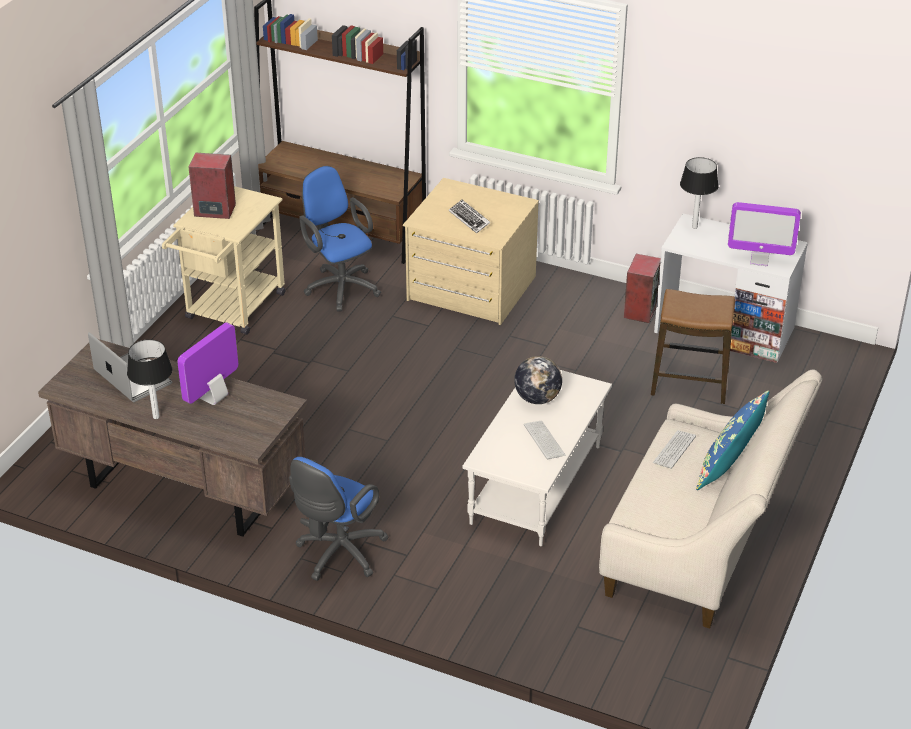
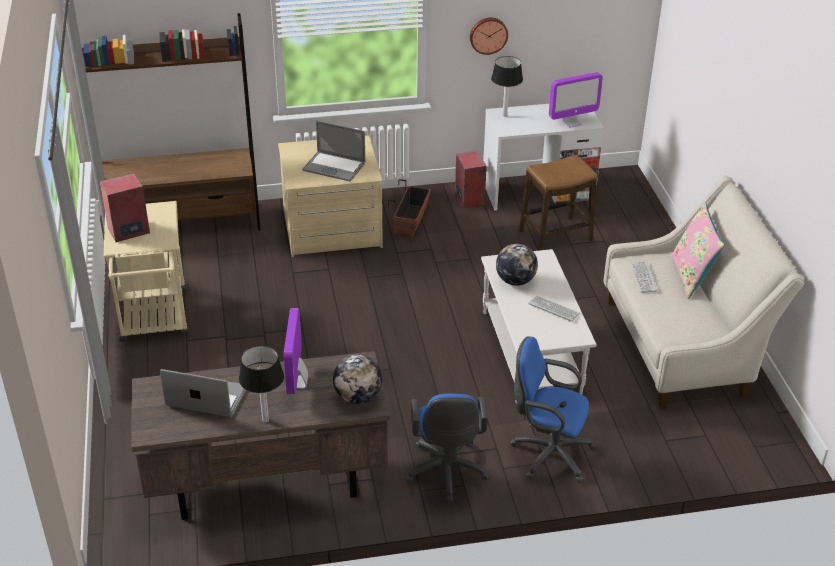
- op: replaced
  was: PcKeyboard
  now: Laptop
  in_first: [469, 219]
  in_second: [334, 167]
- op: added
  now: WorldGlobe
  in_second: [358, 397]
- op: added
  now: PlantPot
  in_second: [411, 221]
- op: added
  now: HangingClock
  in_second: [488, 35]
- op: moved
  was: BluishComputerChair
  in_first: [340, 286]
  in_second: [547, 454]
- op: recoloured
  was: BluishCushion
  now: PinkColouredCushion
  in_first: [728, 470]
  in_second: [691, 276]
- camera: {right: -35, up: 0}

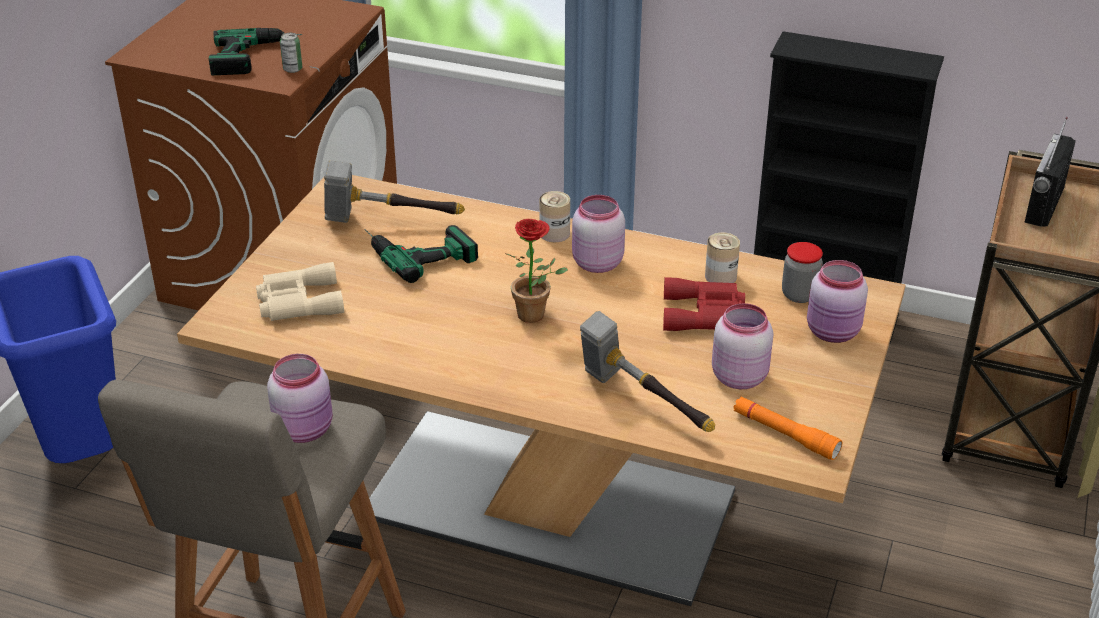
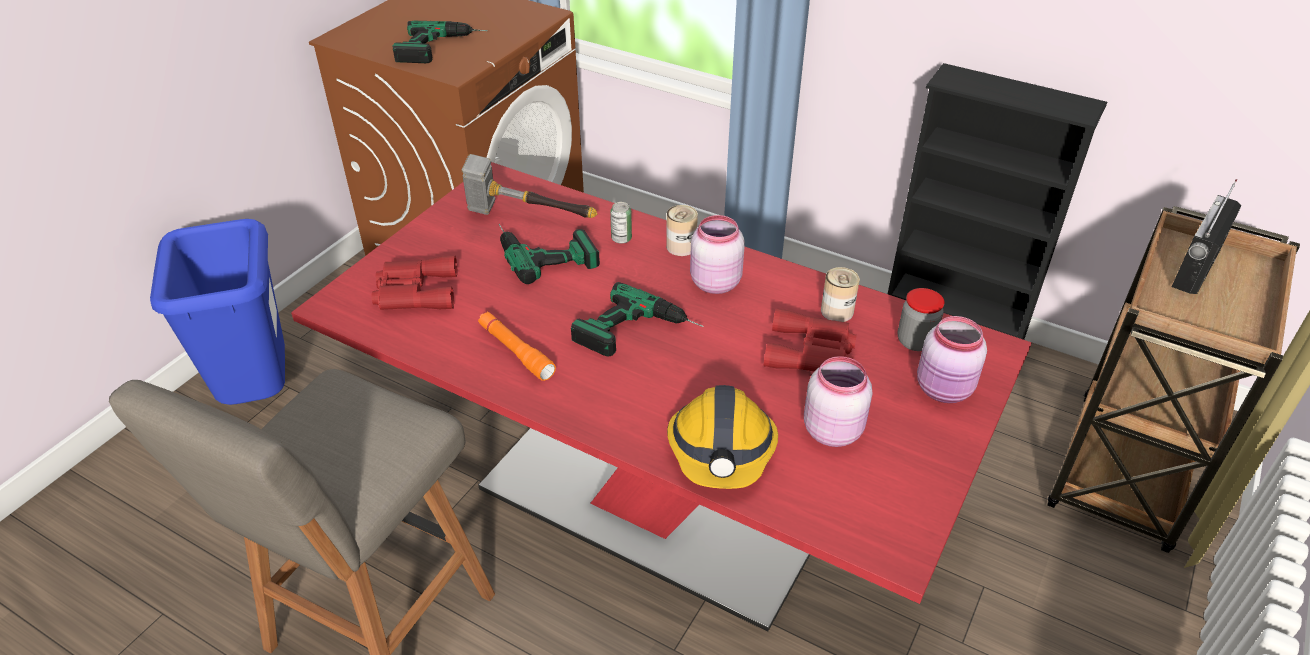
- op: recoloured
  was: BeigeColouredDiningTable
  now: RedColouredDiningTable
  in_first: [549, 506]
  in_second: [654, 501]
- op: recoloured
  was: BeigeColouredFieldGlasses
  now: RedColouredFieldGlasses
  in_first: [297, 302]
  in_second: [414, 292]
- op: moved
  was: OrangeTorch
  in_first: [785, 434]
  in_second: [516, 351]
- op: replaced
  was: Houseplant
  now: PowerDrill
  in_first: [536, 316]
  in_second: [639, 334]
- op: moved
  was: MetalCan
  in_first: [292, 69]
  in_second: [621, 239]
- op: replaced
  was: Hammer
  now: HardHat
  in_first: [642, 404]
  in_second: [722, 450]
- op: removed
  was: PinkColouredJar
  in_first: [306, 429]
- camera: {right: 10, up: 5}

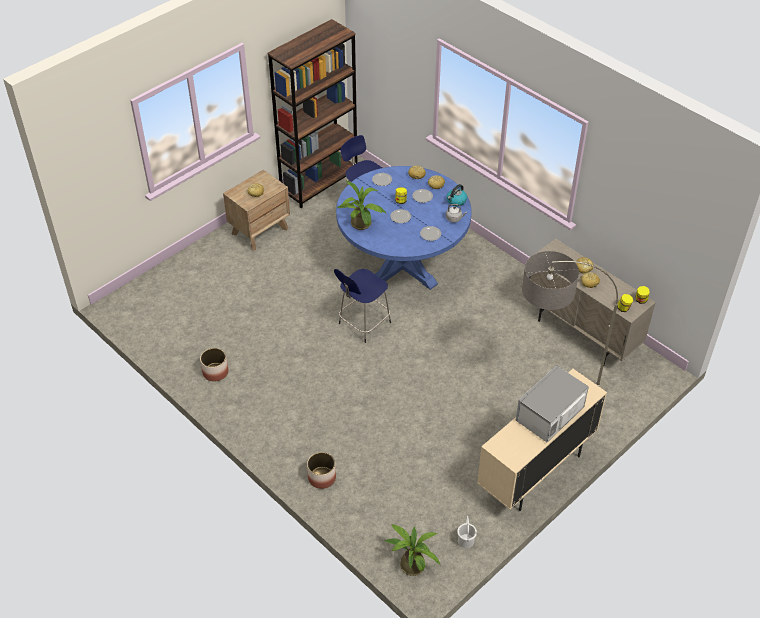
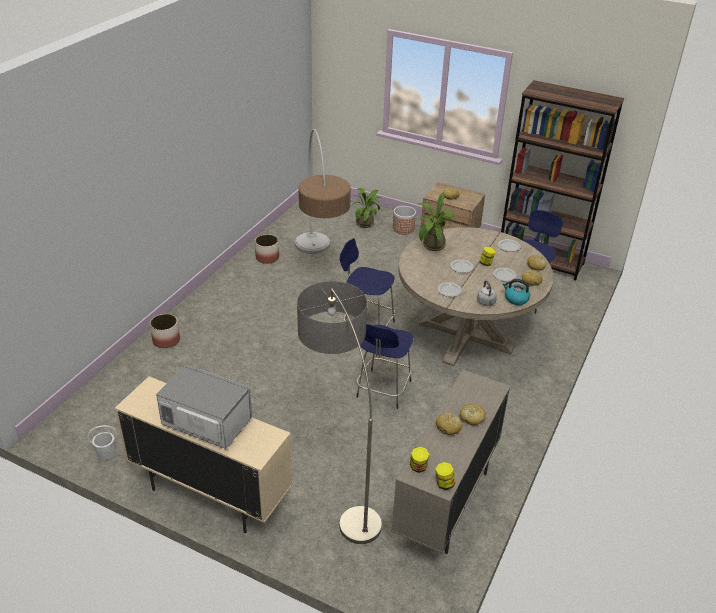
- op: added
  now: StandardLamp
  in_second: [319, 271]
- op: moved
  was: Houseplant
  in_first: [411, 563]
  in_second: [366, 223]
- op: added
  now: BluishStoolSeat
  in_second: [383, 390]
- op: added
  now: PlantPot
  in_second: [403, 228]
- op: recoloured
  was: BluishDiningTable
  now: BeigeColouredDiningTable
  in_first: [402, 264]
  in_second: [466, 335]
- camera: {right: 70, up: -10}

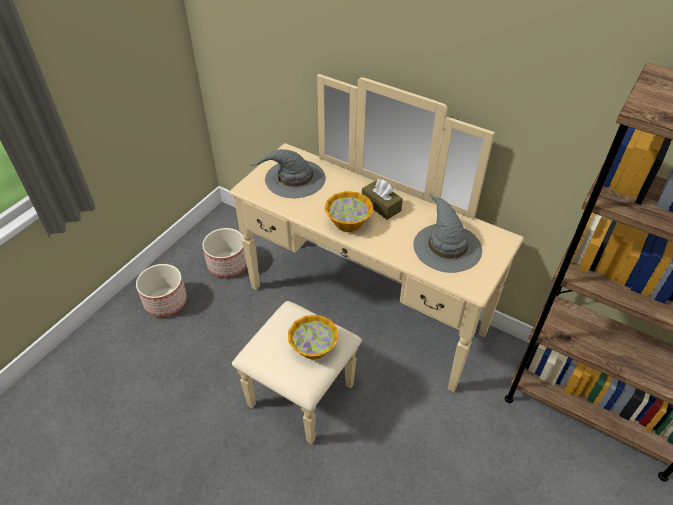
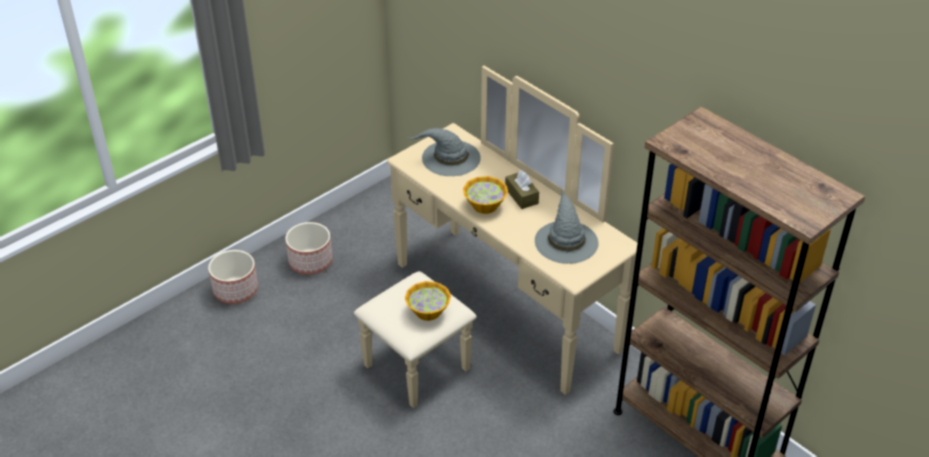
- op: moved
  was: PlantPot
  in_first: [228, 264]
  in_second: [236, 290]
- camera: {right: 15, up: -5}

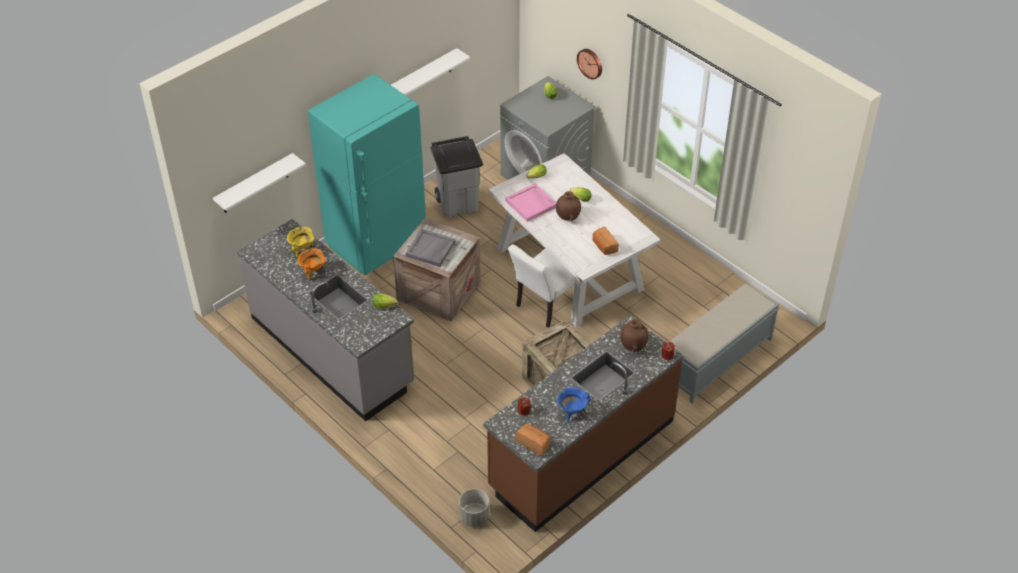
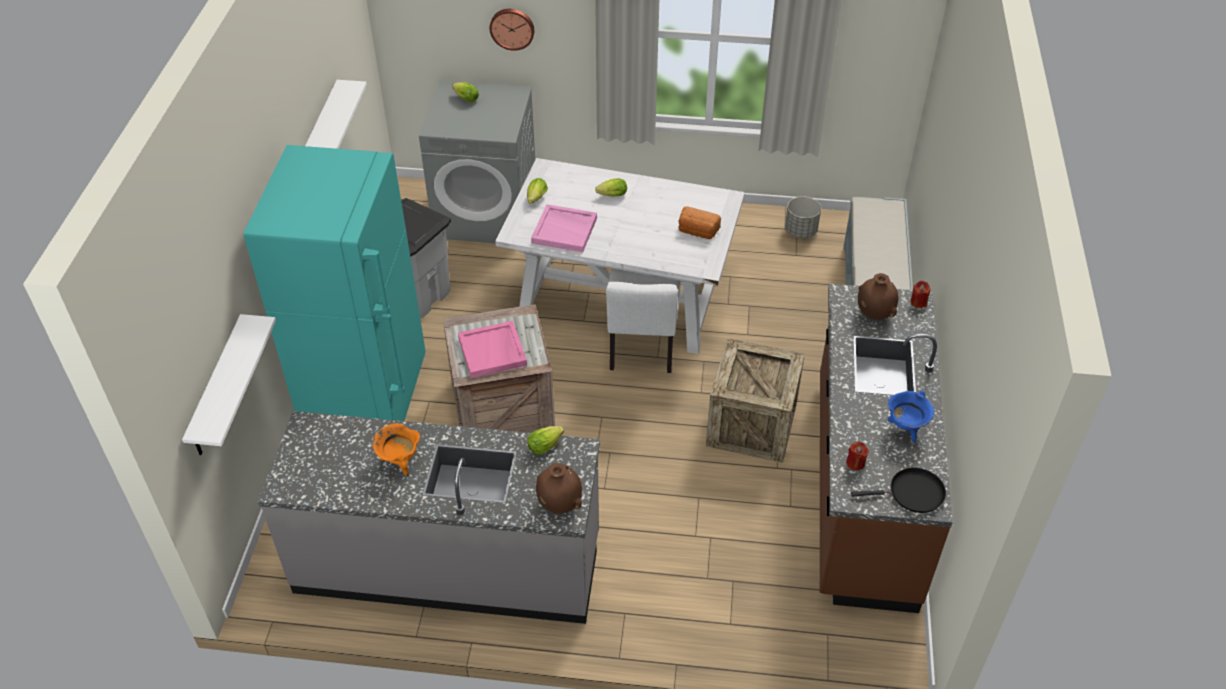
- op: recoloured
  was: GreyishTray
  now: PinkColouredTray
  in_first: [430, 250]
  in_second: [493, 351]
- op: moved
  was: BrownDecorativeVase
  in_first: [568, 217]
  in_second: [559, 504]
- op: moved
  was: GreyishPlantPot
  in_first: [474, 517]
  in_second: [800, 231]
- op: replaced
  was: BakeryBread
  now: BlackSkillet
  in_first: [534, 443]
  in_second: [912, 493]
- op: removed
  was: YellowColouredStockpot
  in_first: [302, 249]
- camera: {right: -40, up: 0}

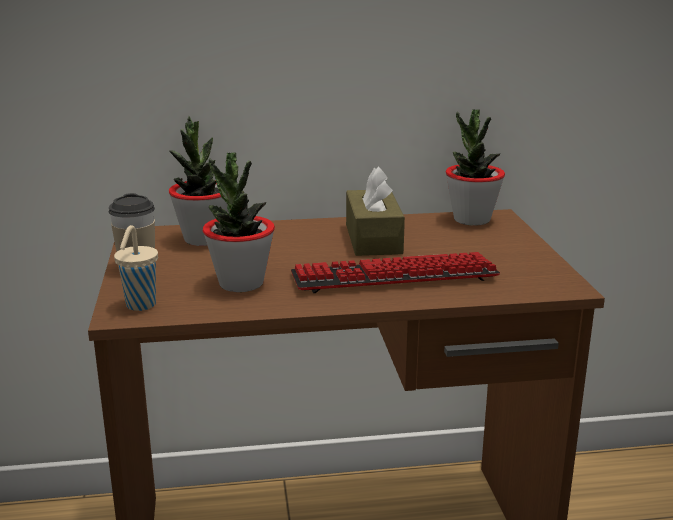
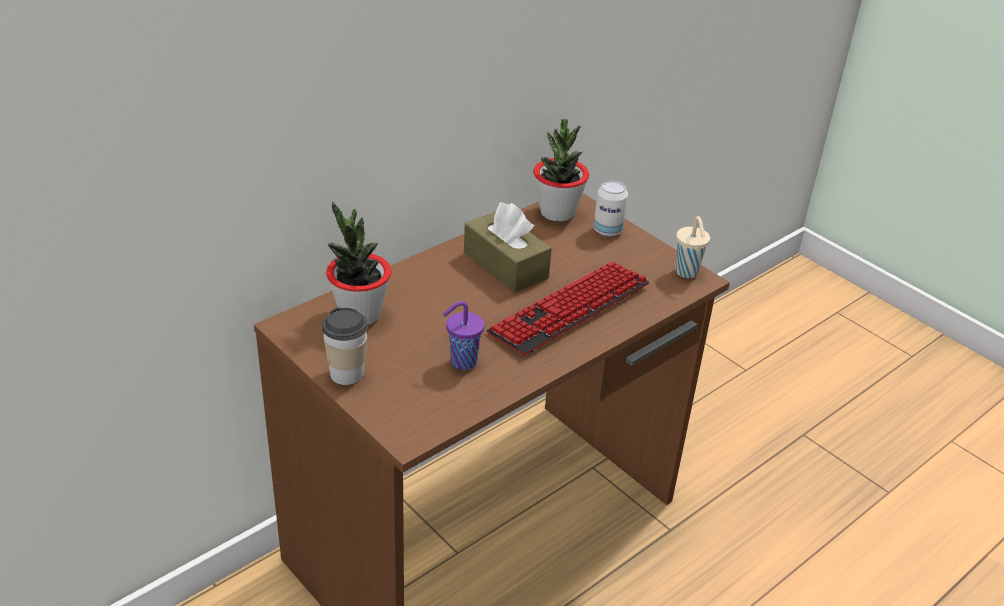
- op: replaced
  was: Houseplant
  now: PurplishDrinkingCup
  in_first: [241, 284]
  in_second: [462, 362]
- op: added
  now: MetalCan
  in_second: [607, 230]
- op: moved
  was: BeigeColouredDrinkingCup
  in_first: [140, 306]
  in_second: [687, 273]
- camera: {right: -35, up: 15}

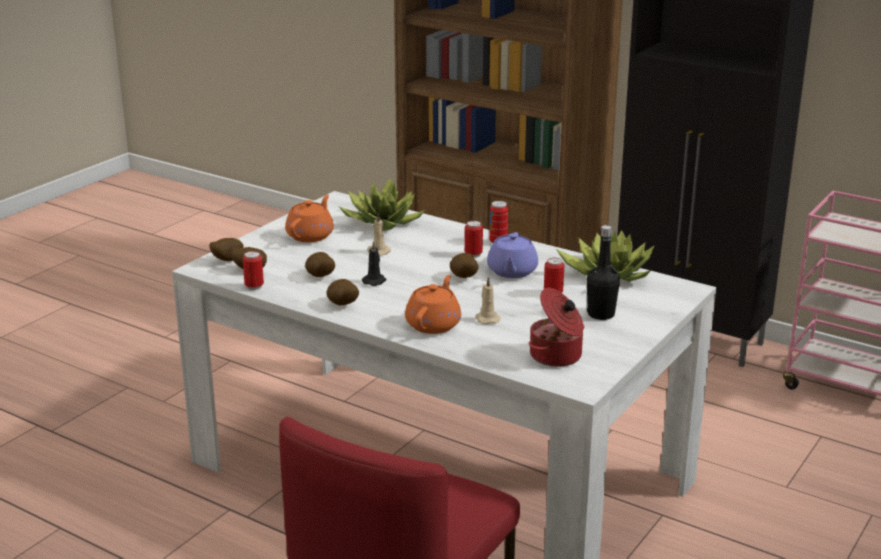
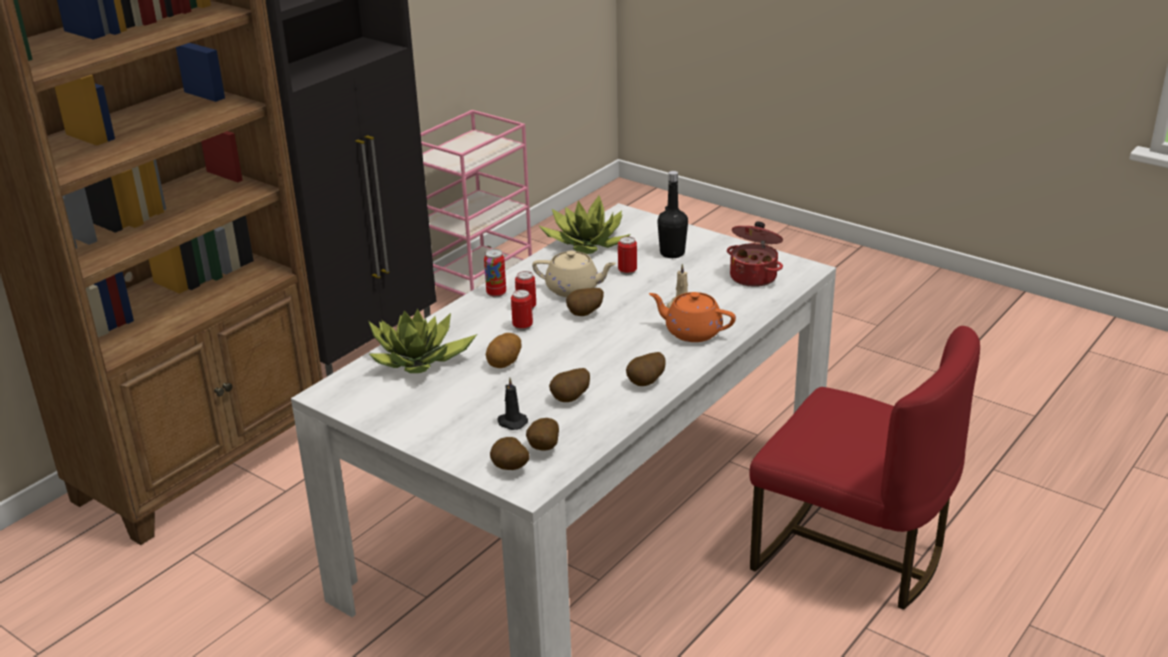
- op: replaced
  was: BeigeColouredCandle
  now: Spud
  in_first: [378, 251]
  in_second: [505, 363]
- op: moved
  was: BlackCandle
  in_first: [375, 281]
  in_second: [511, 422]
- op: moved
  was: MetalCan
  in_first: [254, 287]
  in_second: [522, 327]
- op: recoloured
  was: PurplishPotForTea
  now: BeigeColouredPotForTea
  in_first: [512, 272]
  in_second: [574, 289]
- op: removed
  was: OrangePotForTea
  in_first: [311, 235]
- camera: {right: -85, up: 5}

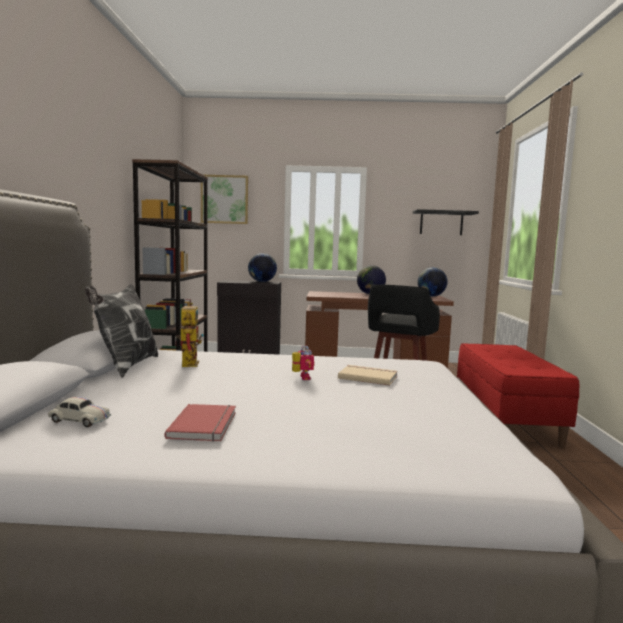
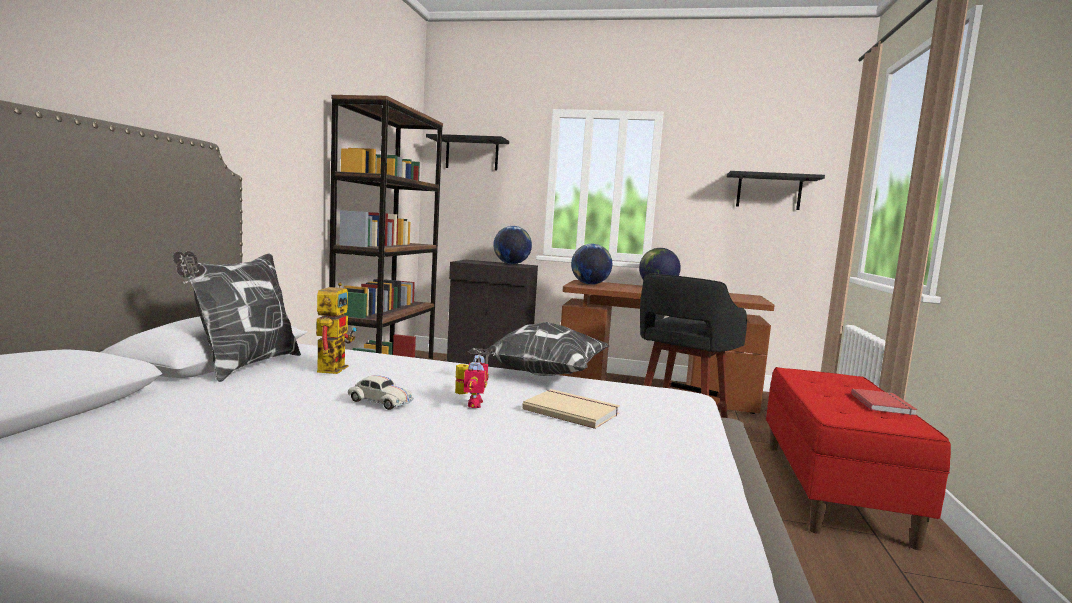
- op: moved
  was: WhiteColouredModelCar
  in_first: [80, 420]
  in_second: [380, 402]
- op: replaced
  was: WallArt
  now: BlackShelf
  in_first: [224, 199]
  in_second: [472, 154]
- op: added
  now: Cushion
  in_second: [540, 375]
- op: moved
  was: WorldGlobe
  in_first: [431, 296]
  in_second: [590, 284]
- op: moved
  was: RedColouredBook
  in_first: [205, 425]
  in_second: [884, 404]
- camera: {right: 10, up: 0}

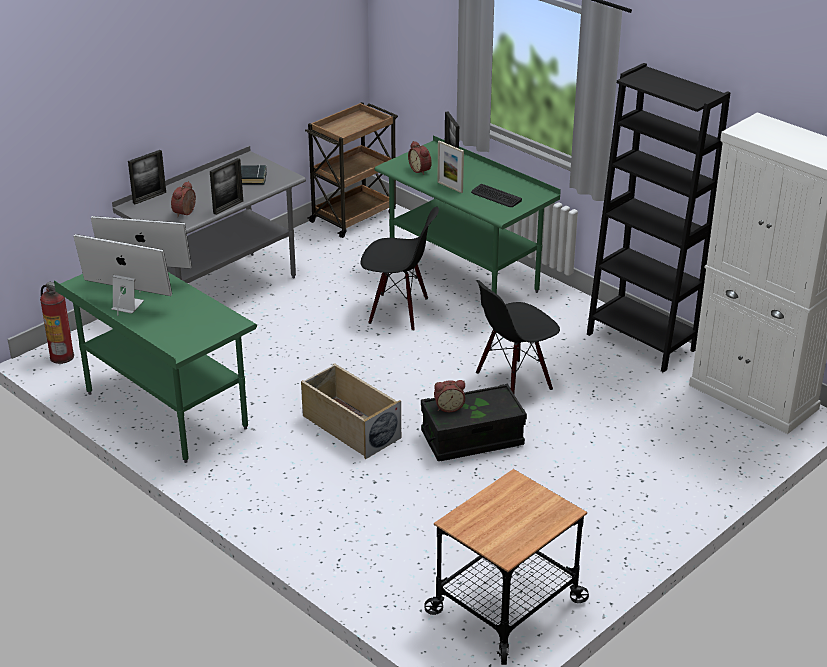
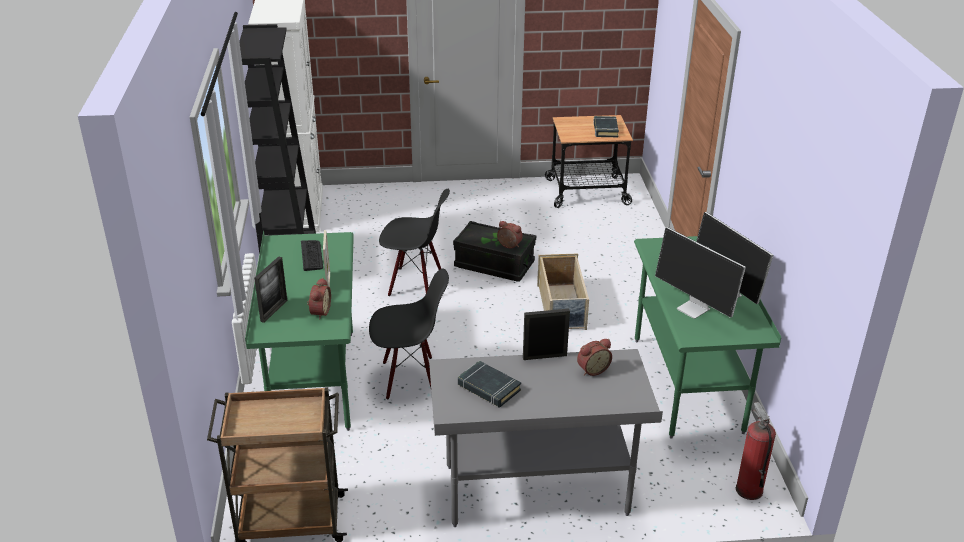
- op: turned
  was: BlackPlainChair
  in_first: [398, 311]
  in_second: [410, 378]
  clockwise: 120
- op: added
  now: BlackBook
  in_second: [605, 129]
- op: removed
  was: PhotoFrame
  in_first: [149, 197]
- camera: {right: -140, up: 0}

